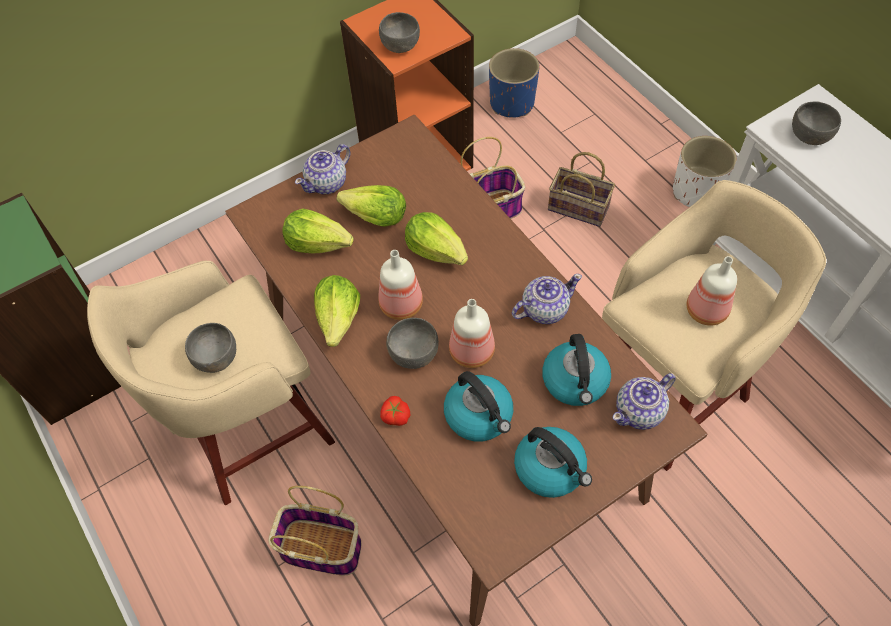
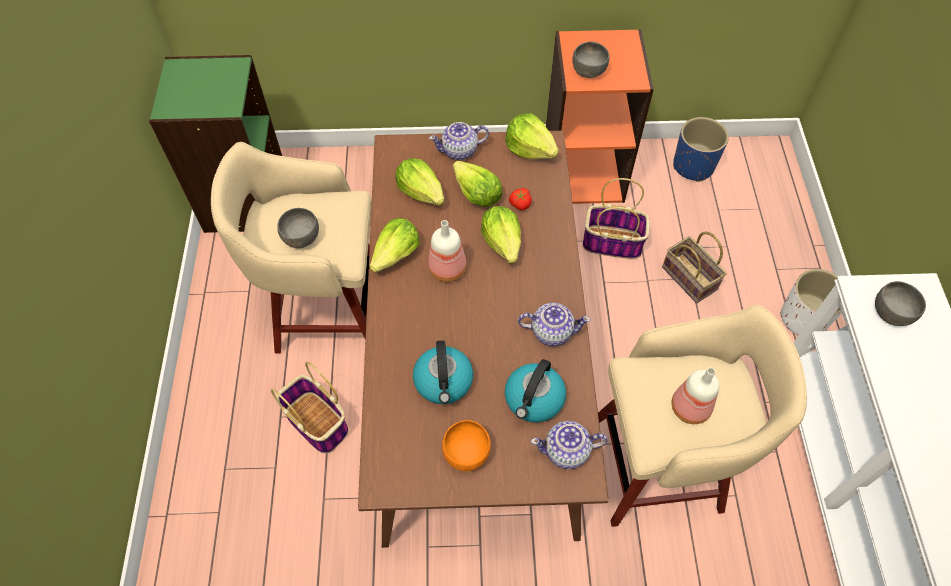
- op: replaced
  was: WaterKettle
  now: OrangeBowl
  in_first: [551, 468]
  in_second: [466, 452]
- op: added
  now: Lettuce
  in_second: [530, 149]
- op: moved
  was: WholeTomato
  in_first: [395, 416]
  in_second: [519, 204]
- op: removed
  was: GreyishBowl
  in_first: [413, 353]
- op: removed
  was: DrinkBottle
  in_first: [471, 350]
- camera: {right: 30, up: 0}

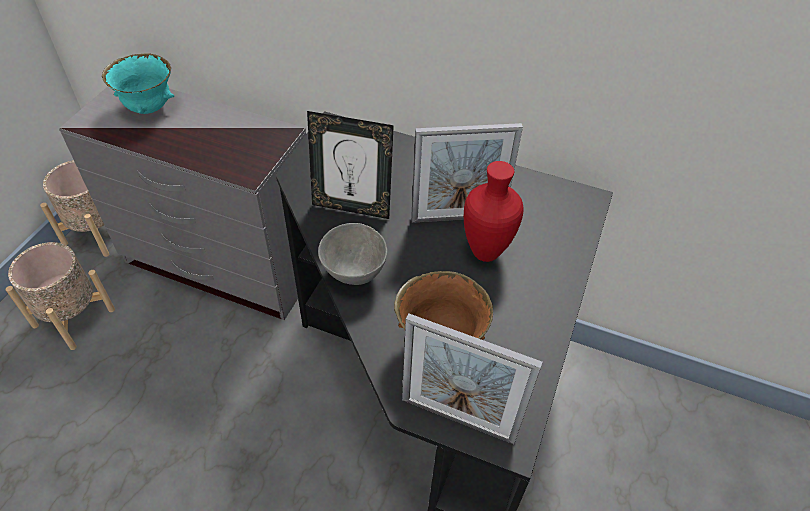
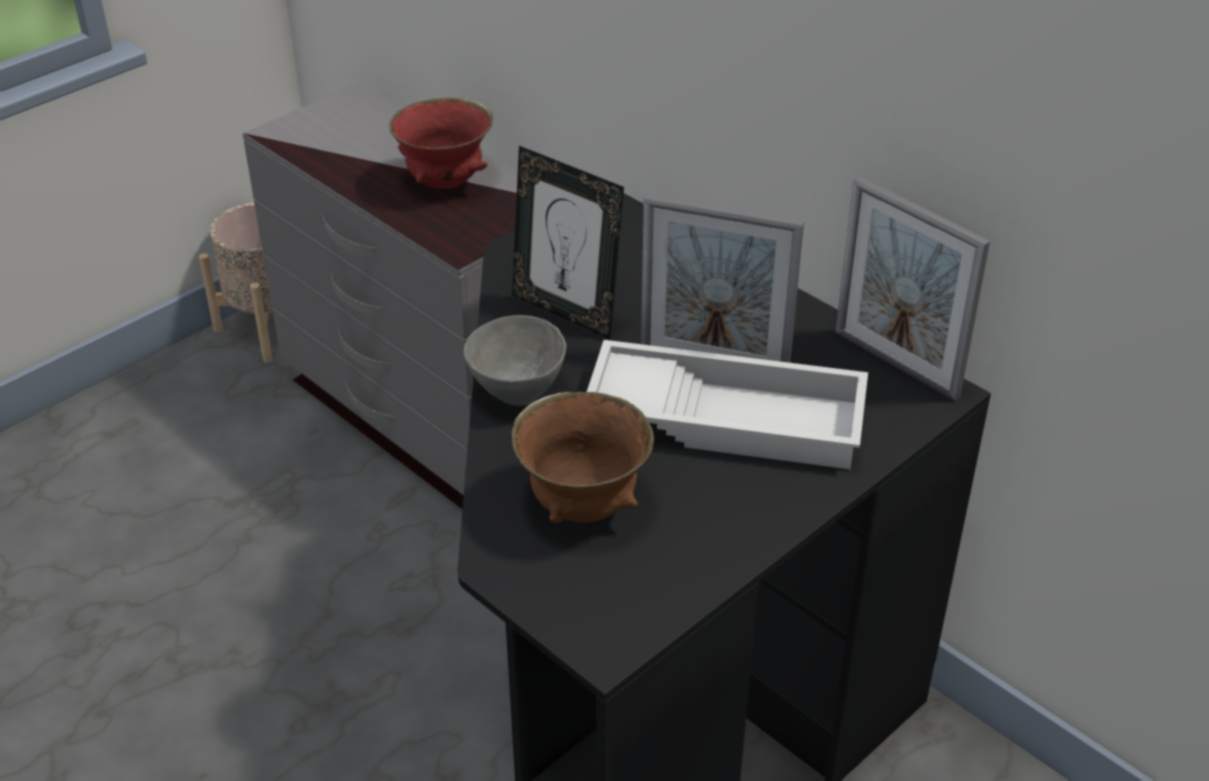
- op: added
  now: RedColouredBowl
  in_second: [446, 182]
- op: replaced
  was: RedColouredDecorativeVase
  now: WhiteColouredTray
  in_first: [486, 251]
  in_second: [728, 416]
- op: moved
  was: PhotoFrame
  in_first: [457, 419]
  in_second: [896, 364]
- op: removed
  was: BeigeColouredPlantPot
  in_first: [73, 318]
- op: removed
  was: BlueGreenBowl
  in_first: [149, 108]
- camera: {right: 25, up: -10}

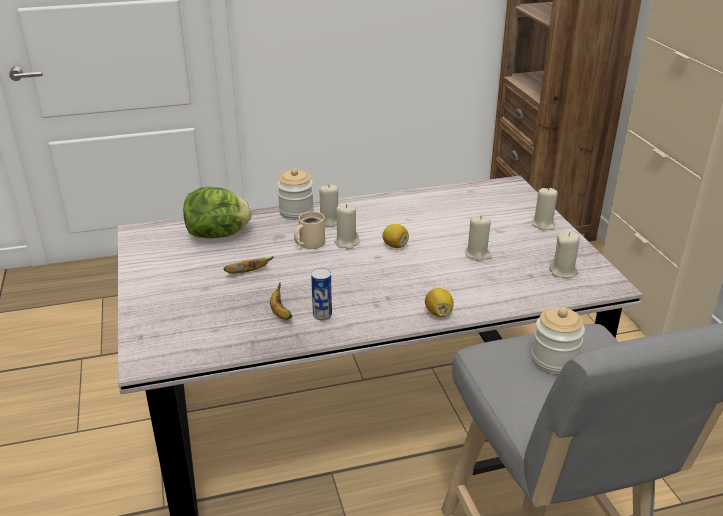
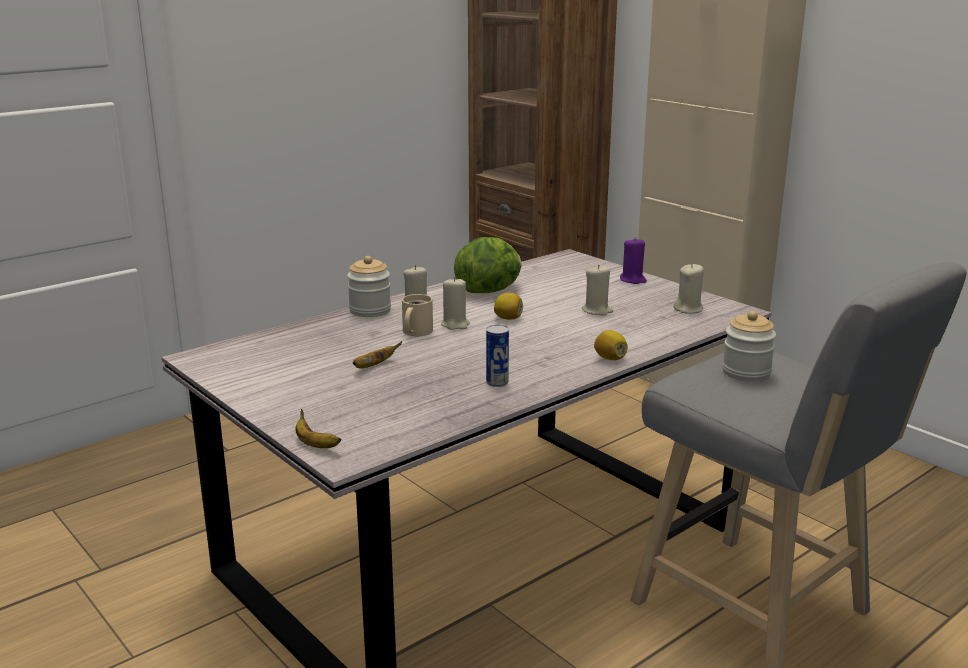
- op: moved
  was: Banana
  in_first: [280, 313]
  in_second: [315, 444]
- op: moved
  was: Lettuce
  in_first: [218, 235]
  in_second: [489, 291]
- op: recoloured
  was: BeigeColouredCandle
  now: PurplishCandle
  in_first: [543, 224]
  in_second: [633, 280]
- camera: {right: -25, up: -10}

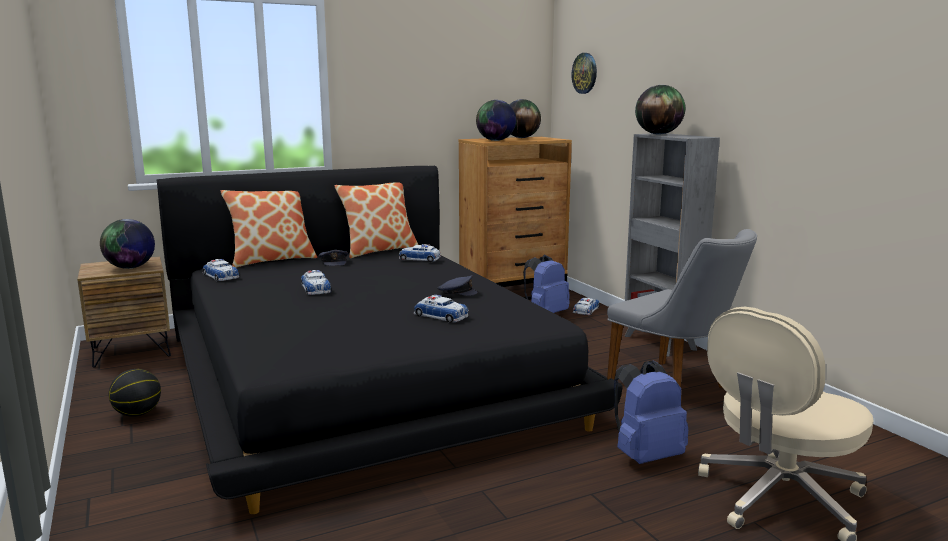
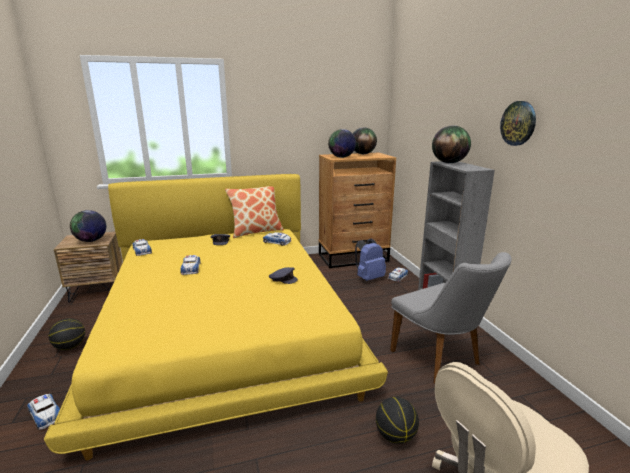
- op: moved
  was: ModelCar
  in_first: [441, 316]
  in_second: [45, 414]
- op: recoloured
  was: BlackSleepingBed
  now: YellowColouredSleepingBed
  in_first: [362, 375]
  in_second: [224, 325]
- op: replaced
  was: BluishRucksack
  now: BasketballBall
  in_first: [645, 456]
  in_second: [395, 436]
- op: moved
  was: HangingClock
  in_first: [585, 73]
  in_second: [518, 123]
- op: removed
  was: Cushion
  in_first: [272, 260]
- camera: {right: 10, up: 5}

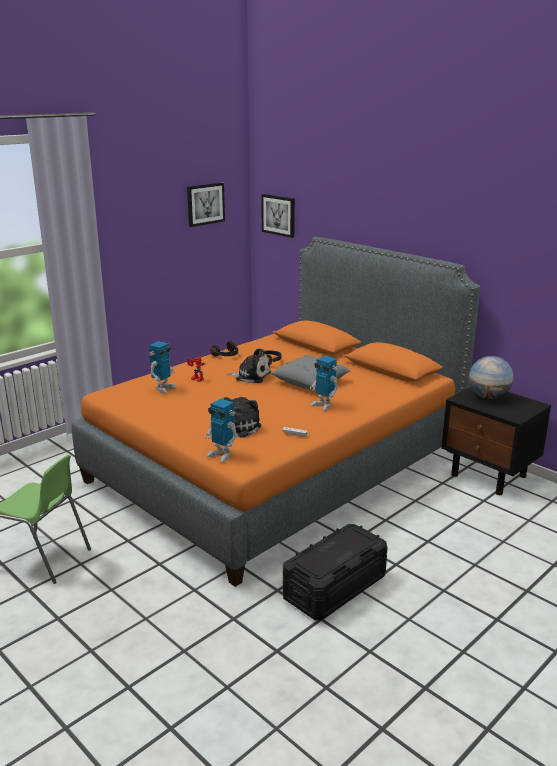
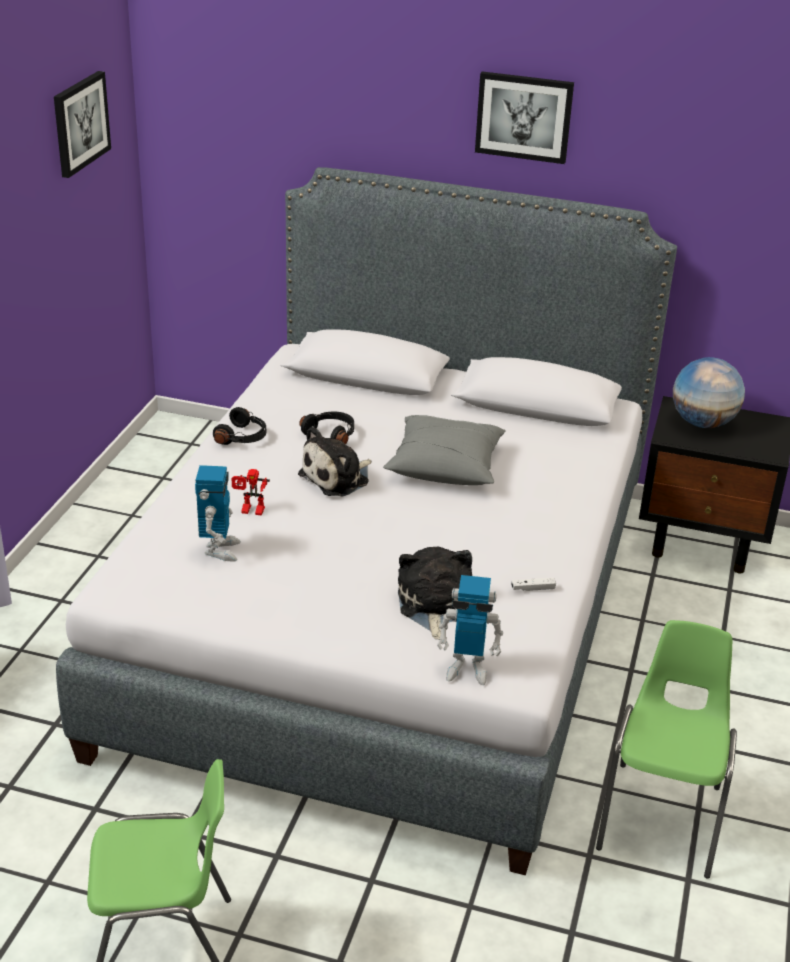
- op: recoloured
  was: OrangeSleepingBed
  now: GreyishSleepingBed
  in_first: [278, 465]
  in_second: [388, 616]
- op: turned
  was: SoftToy
  in_first: [251, 376]
  in_second: [337, 478]
  clockwise: 150
- op: moved
  was: WallArt
  in_first: [278, 215]
  in_second: [524, 117]
- op: replaced
  was: BlackStorageBox
  now: GreenPlainChair
  in_first: [335, 587]
  in_second: [662, 817]
- op: removed
  was: ToyRobot
  in_first: [323, 405]
- camera: {right: -30, up: 10}

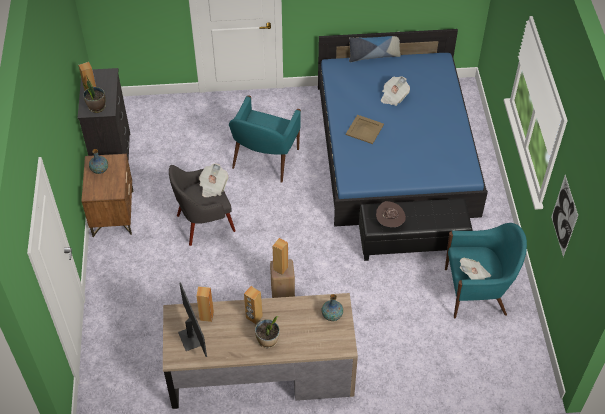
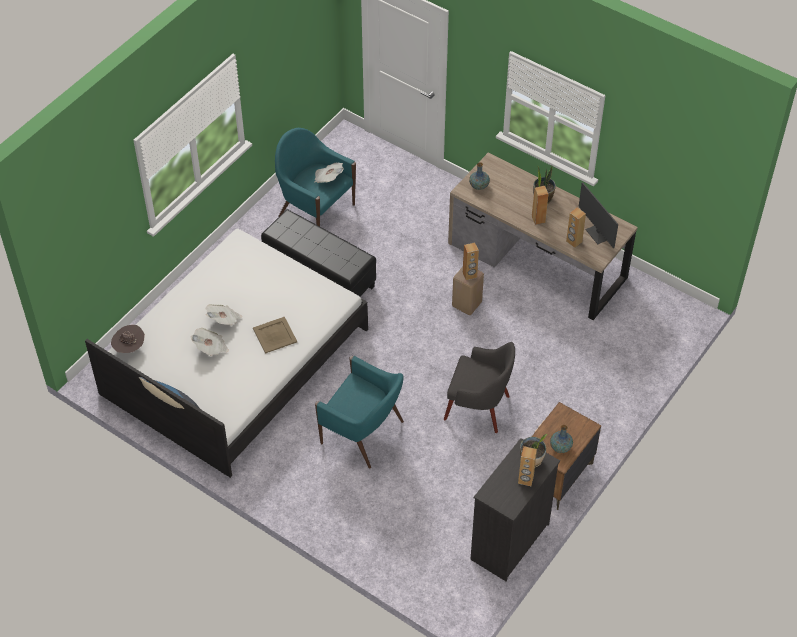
- op: recoloured
  was: BluishSleepingBed
  now: WhiteColouredSleepingBed
  in_first: [394, 149]
  in_second: [235, 361]
- op: moved
  was: BrownWearableHat
  in_first: [390, 222]
  in_second: [129, 347]
- op: moved
  was: PrintedPaper
  in_first: [213, 186]
  in_second: [224, 320]
- op: turned
  was: BlueGreenEasyChair
  in_first: [265, 159]
  in_second: [364, 433]
  clockwise: 60
- op: turned
  was: Monitor
  in_first: [191, 338]
  in_second: [598, 234]
  clockwise: -45
- op: removed
  was: WallArt
  in_first: [564, 216]
- camera: {right: -140, up: 0}

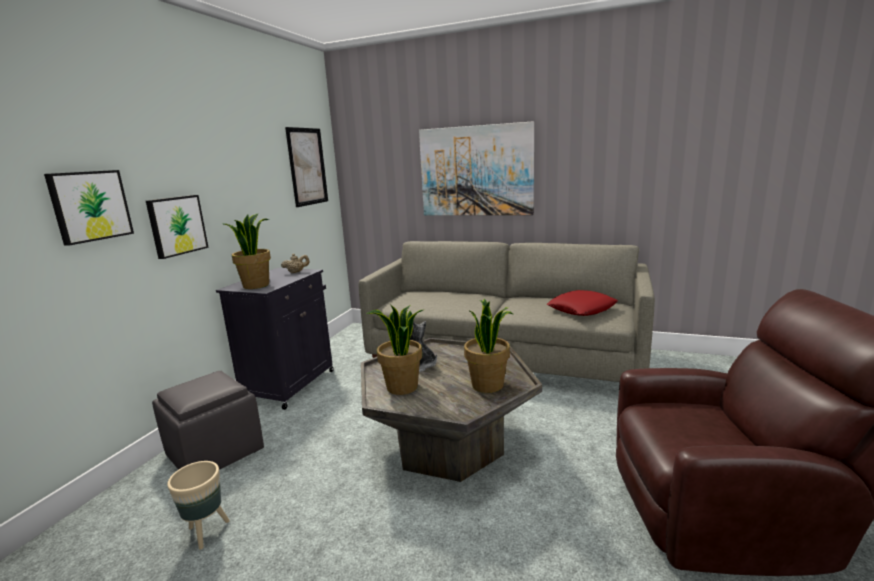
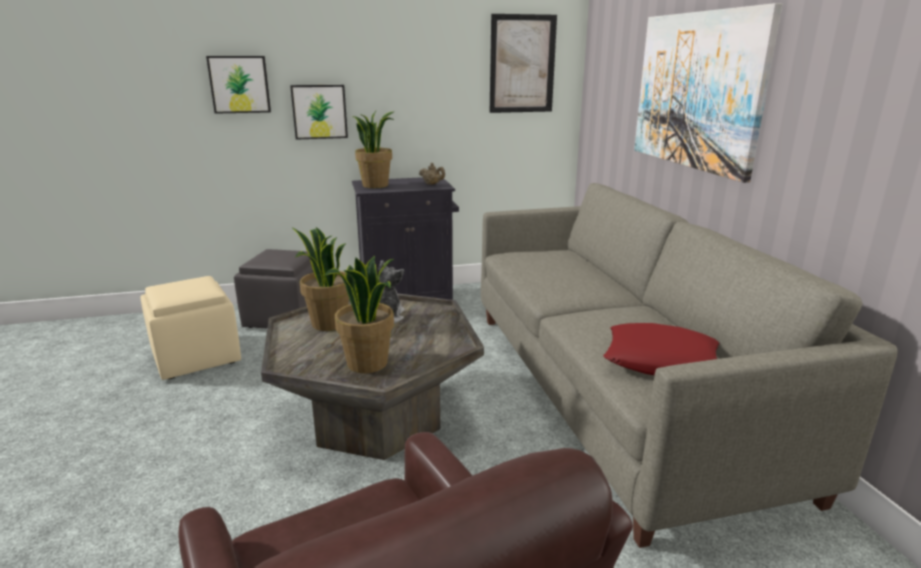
- op: replaced
  was: BeigeColouredPlantPot
  now: BeigeColouredOttoman
  in_first: [206, 532]
  in_second: [195, 357]
- camera: {right: 55, up: 5}

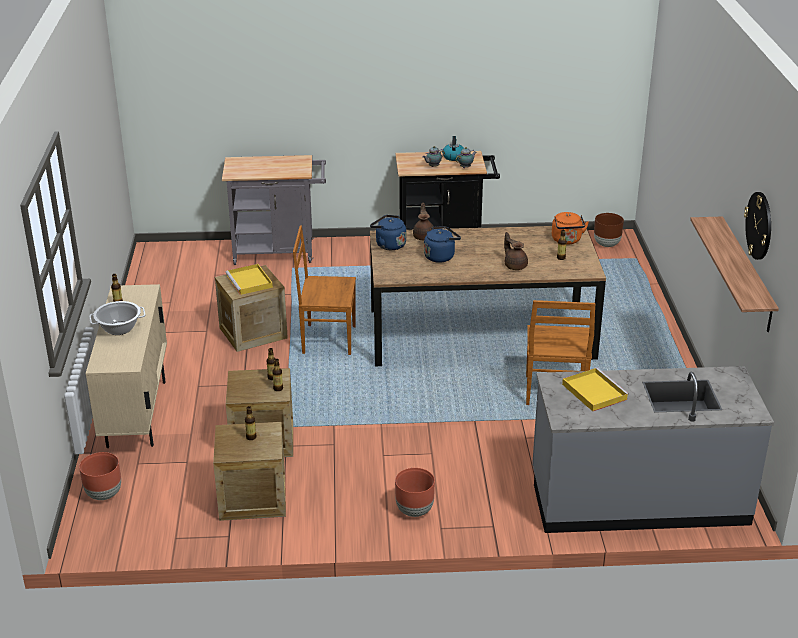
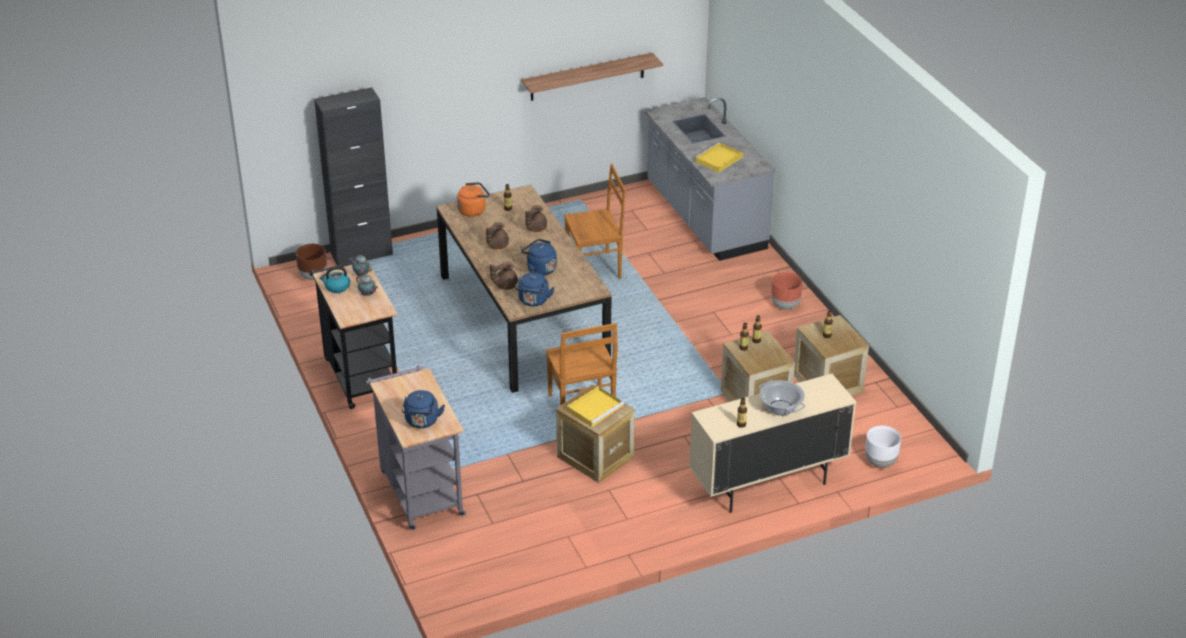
- op: added
  now: BlackCabinet
  in_second: [362, 254]
- op: added
  now: BluishWaterKettle
  in_second: [422, 422]
- op: added
  now: BrownPotForTea
  in_second: [497, 245]
- op: recoloured
  was: BrownPlantPot
  now: WhiteColouredPlantPot
  in_first: [103, 494]
  in_second: [880, 462]
- op: removed
  was: HangingClock
  in_first: [759, 225]
- camera: {right: -110, up: 5}

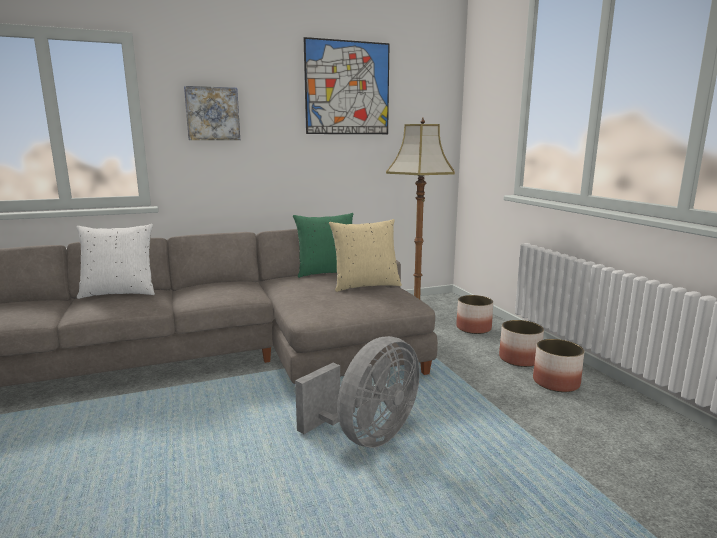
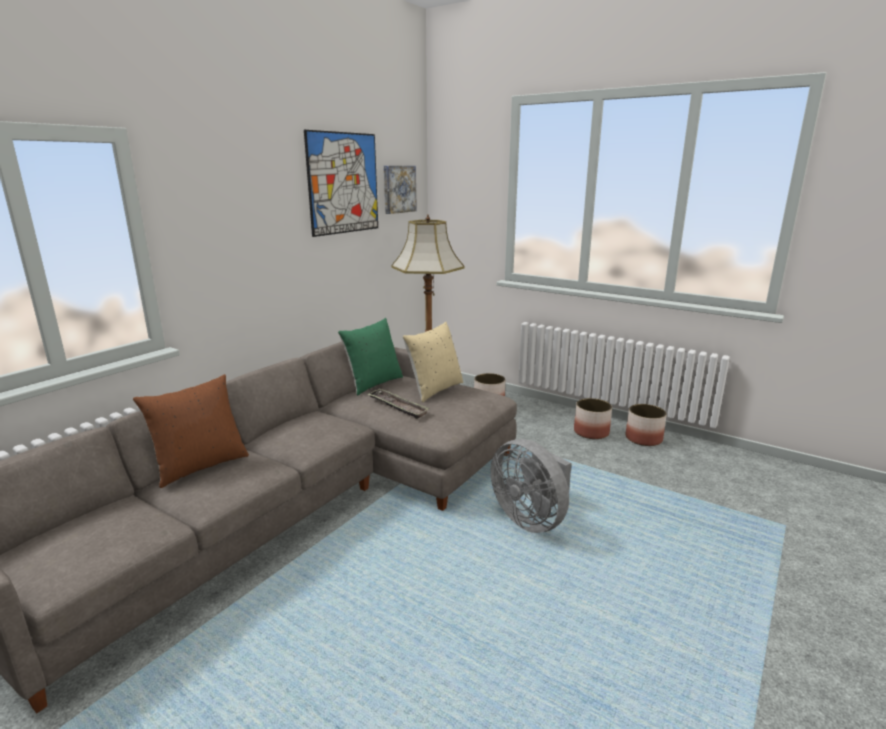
- op: recoloured
  was: WhiteColouredCushion
  now: BrownCushion
  in_first: [119, 293]
  in_second: [200, 466]
- op: added
  now: Tray
  in_second: [397, 406]
- op: moved
  was: WallArt
  in_first: [212, 114]
  in_second: [398, 189]
- op: turned
  was: GreyishElectricFan
  in_first: [366, 436]
  in_second: [531, 519]
  clockwise: 135
- op: moved
  was: PlantPot
  in_first: [519, 359]
  in_second: [643, 439]
- camera: {right: -35, up: 5}

